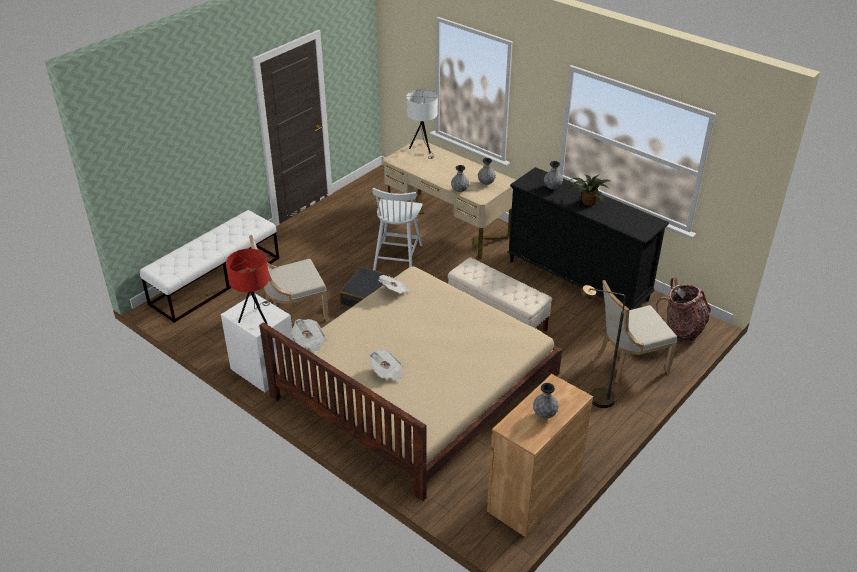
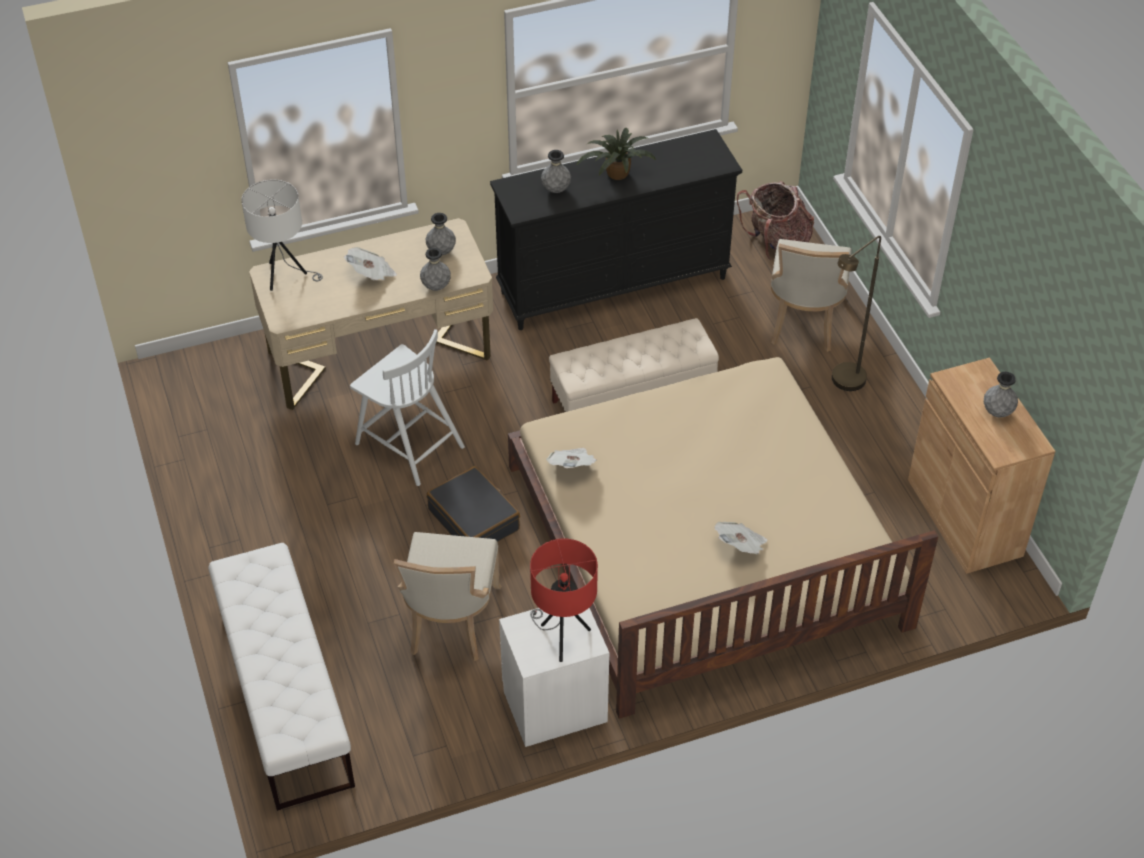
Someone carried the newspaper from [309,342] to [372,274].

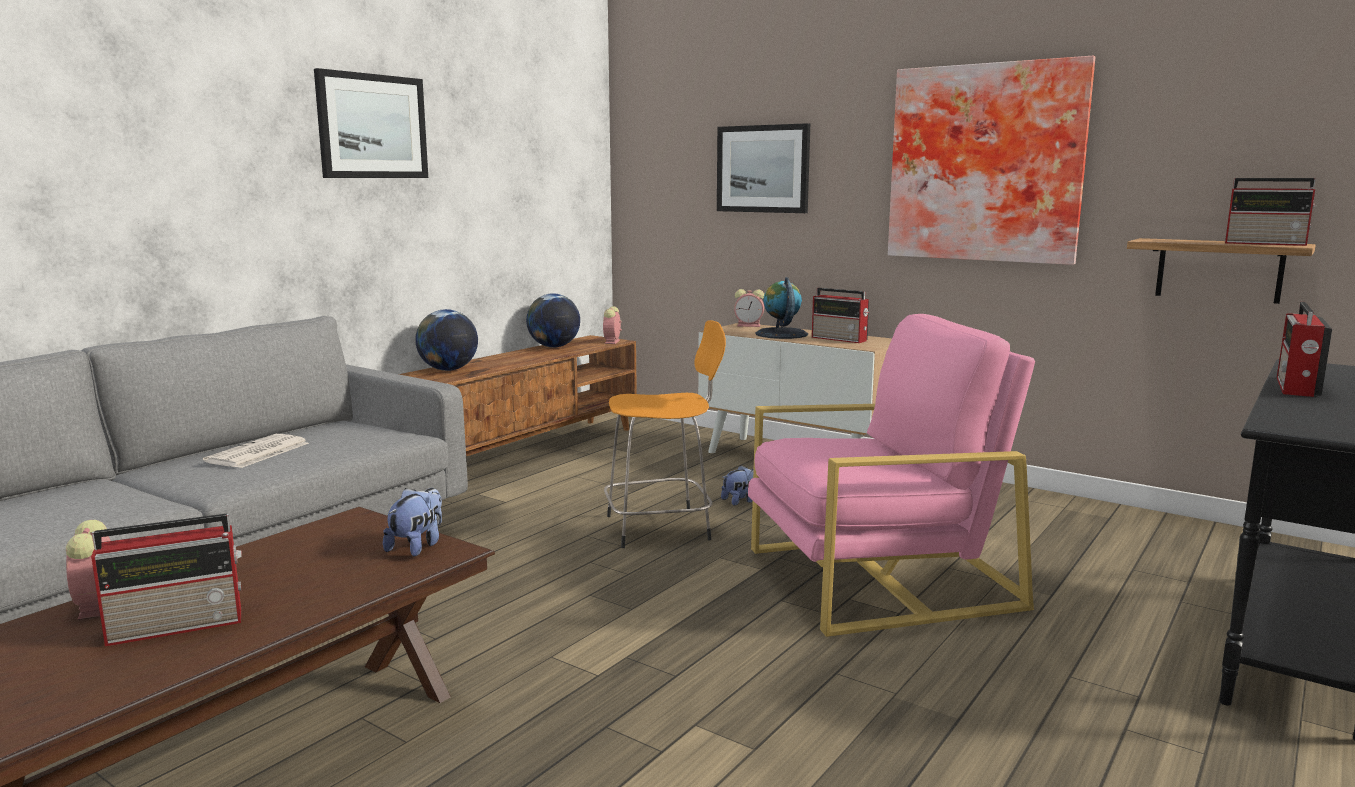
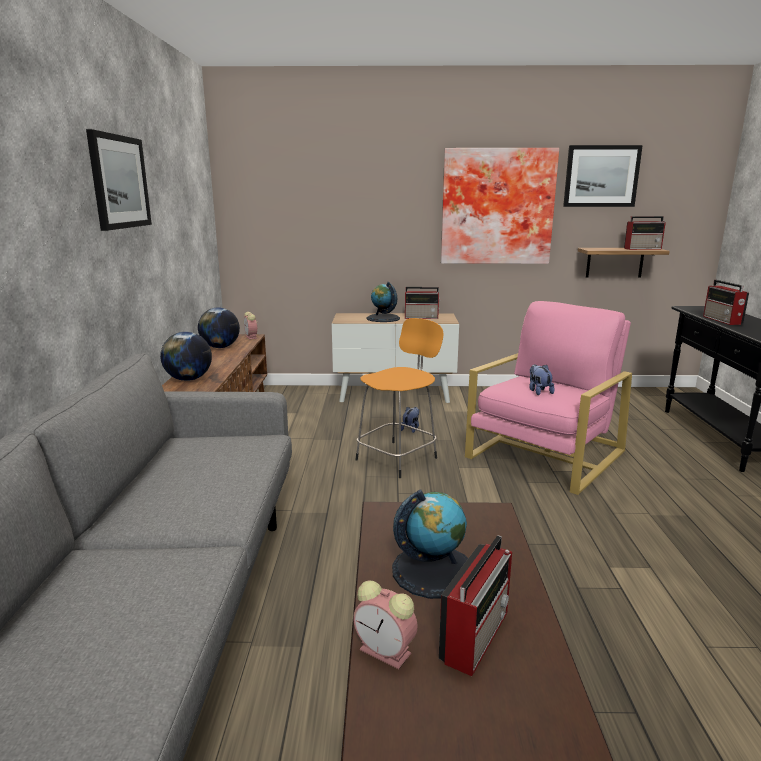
Someone took away the newspaper at [257,453].
Someone took away the bedside clock at [750,325].
Someone put down the world globe at [433,570].
Someone carried the cuddly toy from [417,546] to [539,391].
Someone carried the picture from [763,169] to [601,176].

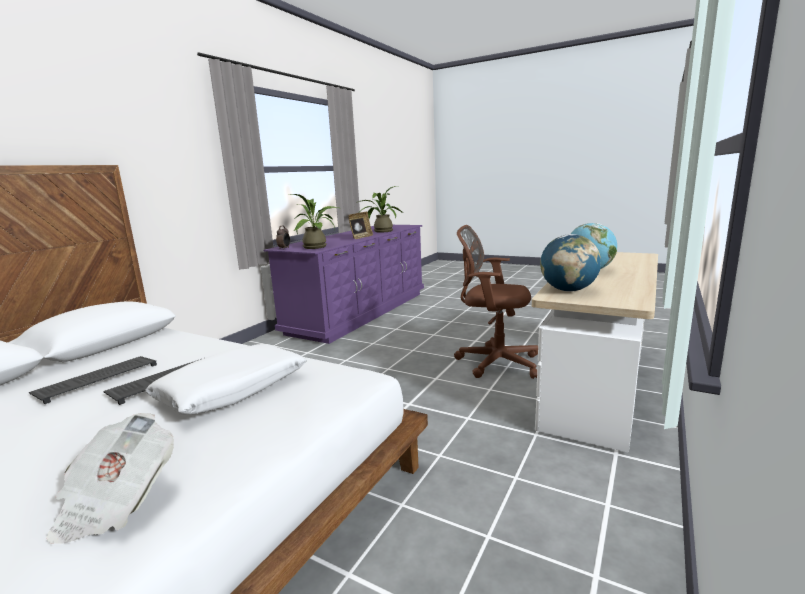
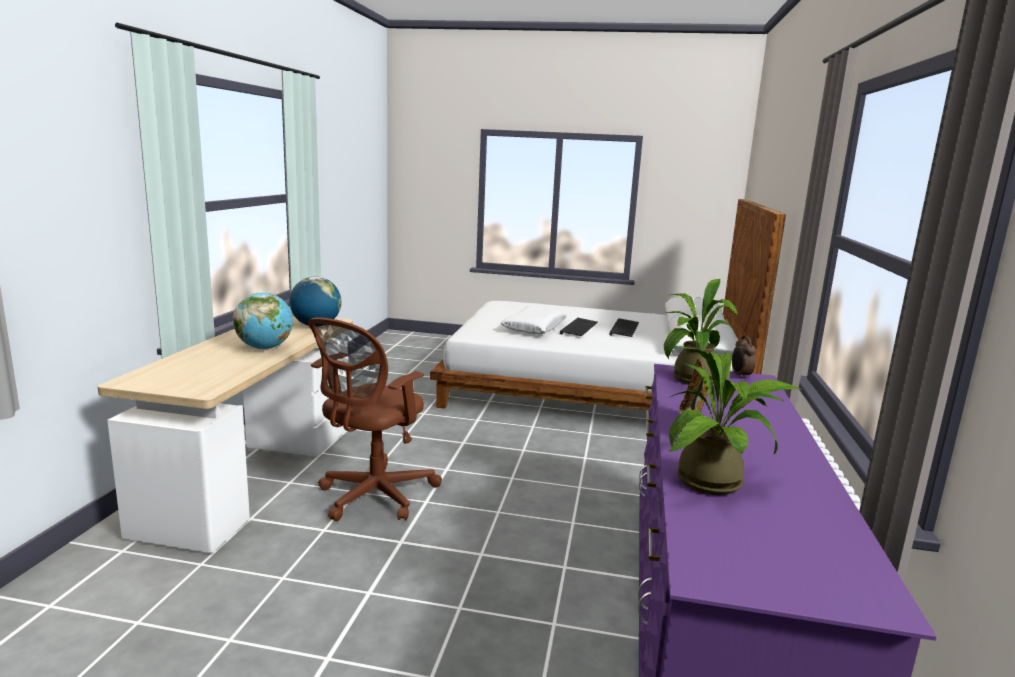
Someone took away the newspaper at [116,501].
Someone rotated the brown office chair at [494,362] by 120 degrees clockwise.

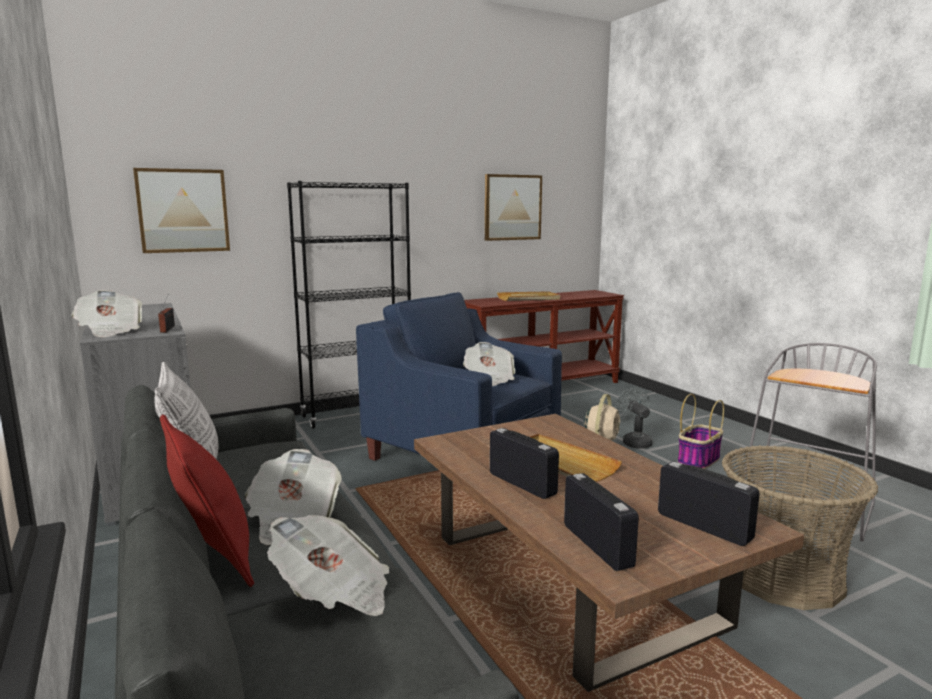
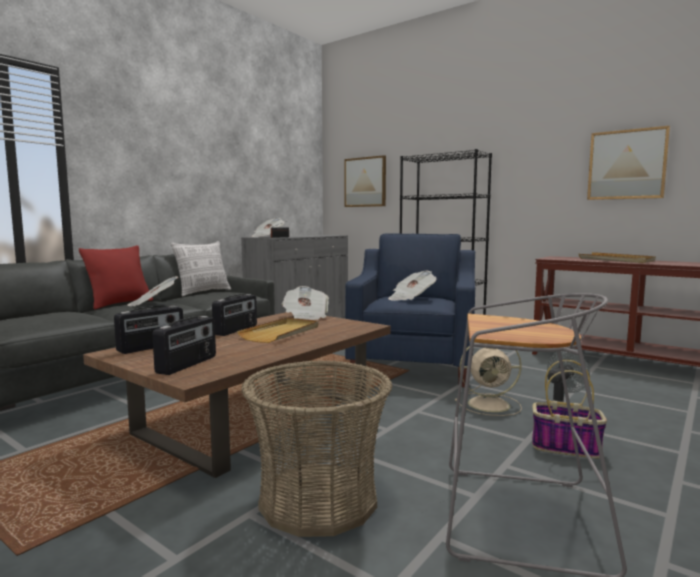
Someone carried the newspaper from [334,593] to [305,317].

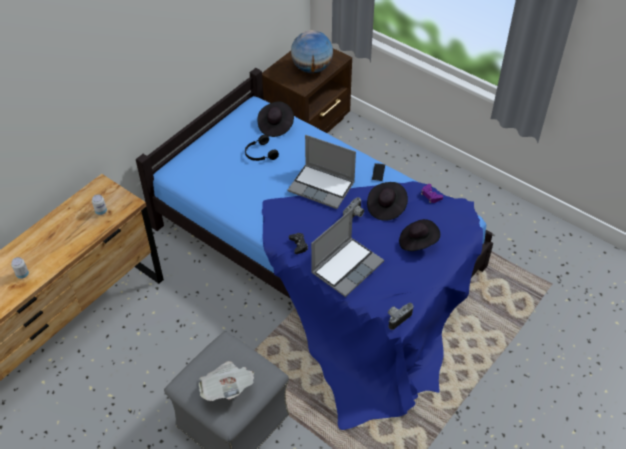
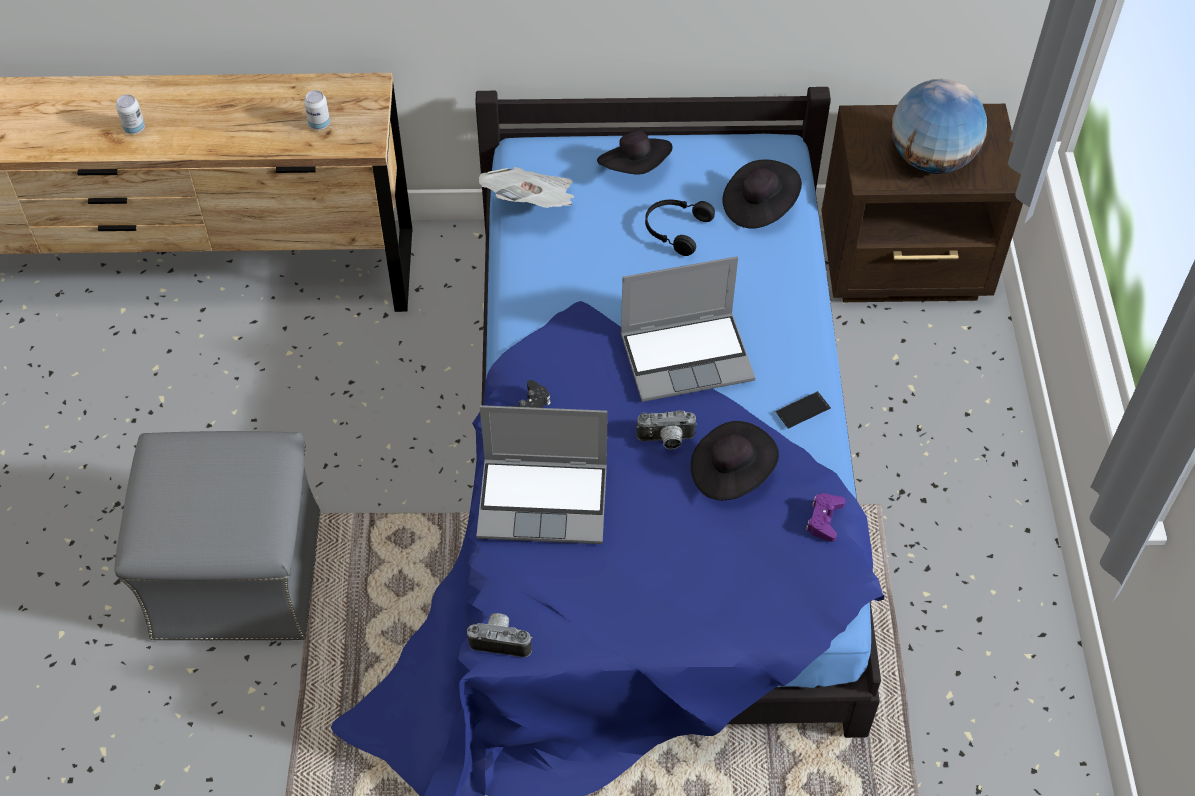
Someone carried the newspaper from [227,388] to [532,204].
Someone carried the blackish clothing hat from [417,242] to [635,168].
Someone rotated the notebook computer at [322,187] by 90 degrees counterclockwise.

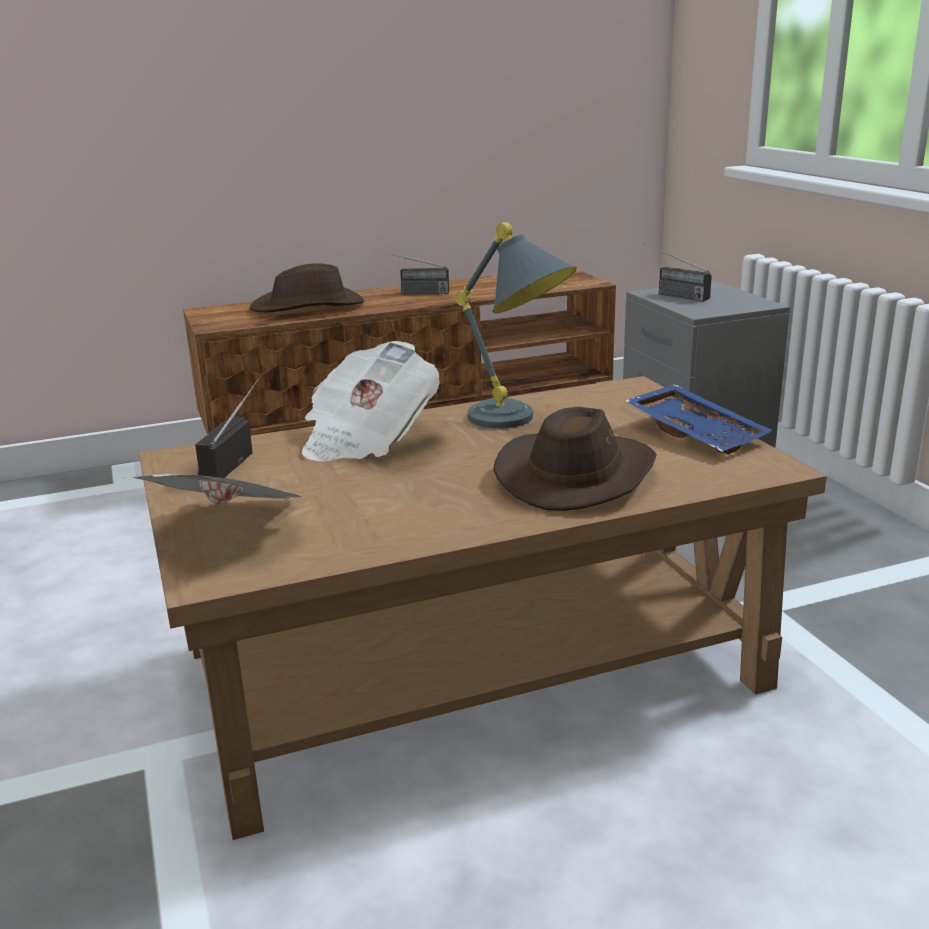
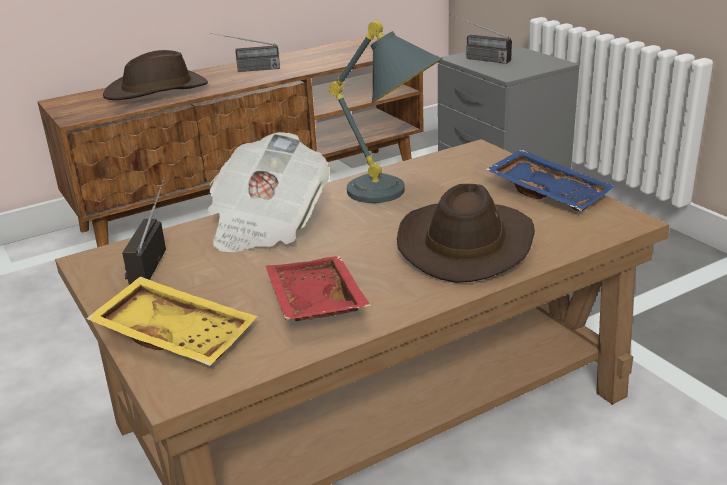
Someone put down the red-coloured tray at [313,303].
Someone swapped the newspaper at [229,530] for the yellow-coloured tray at [178,334].

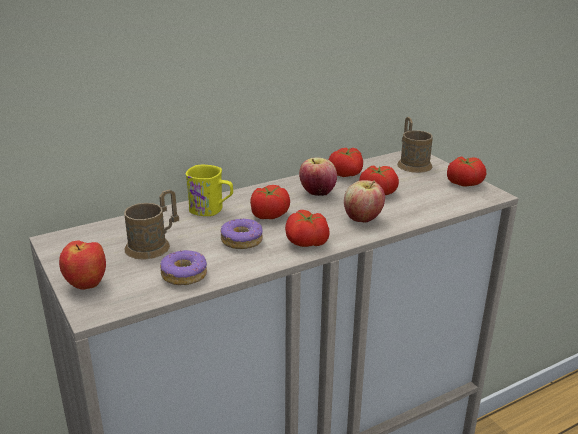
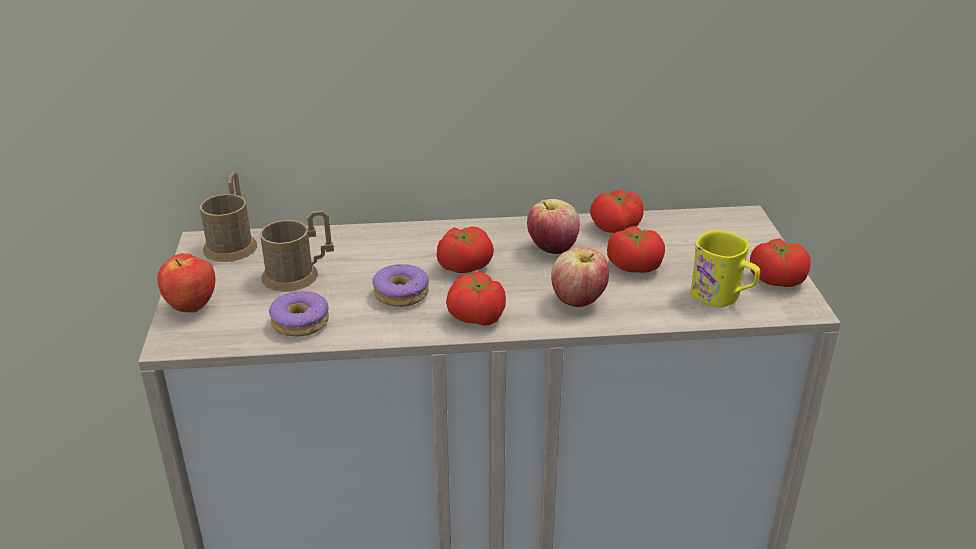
Someone carried the yellow-coloured mug from [211,210] to [722,297].
Someone carried the brown mug from [412,163] to [233,243].

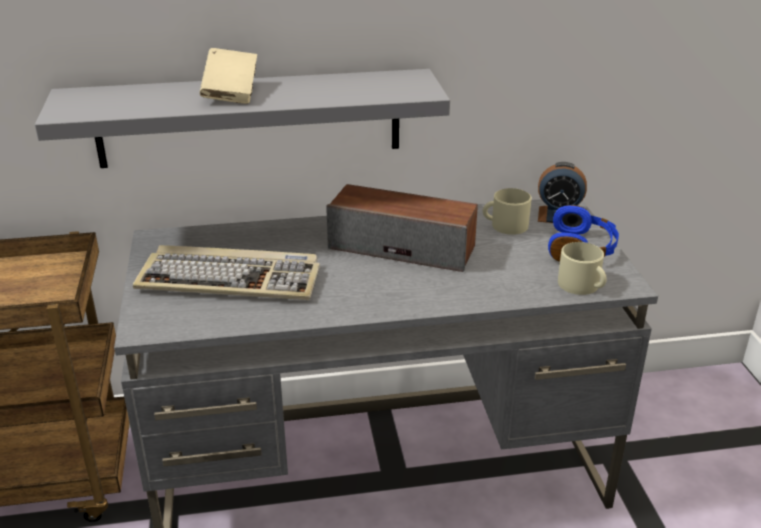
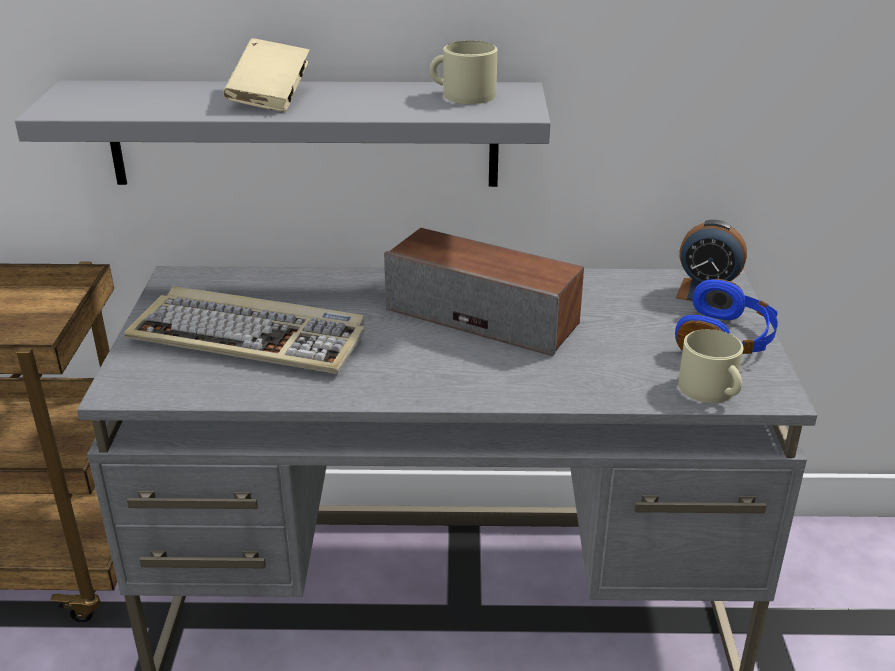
Someone carried the beige mug from [505,225] to [462,95].

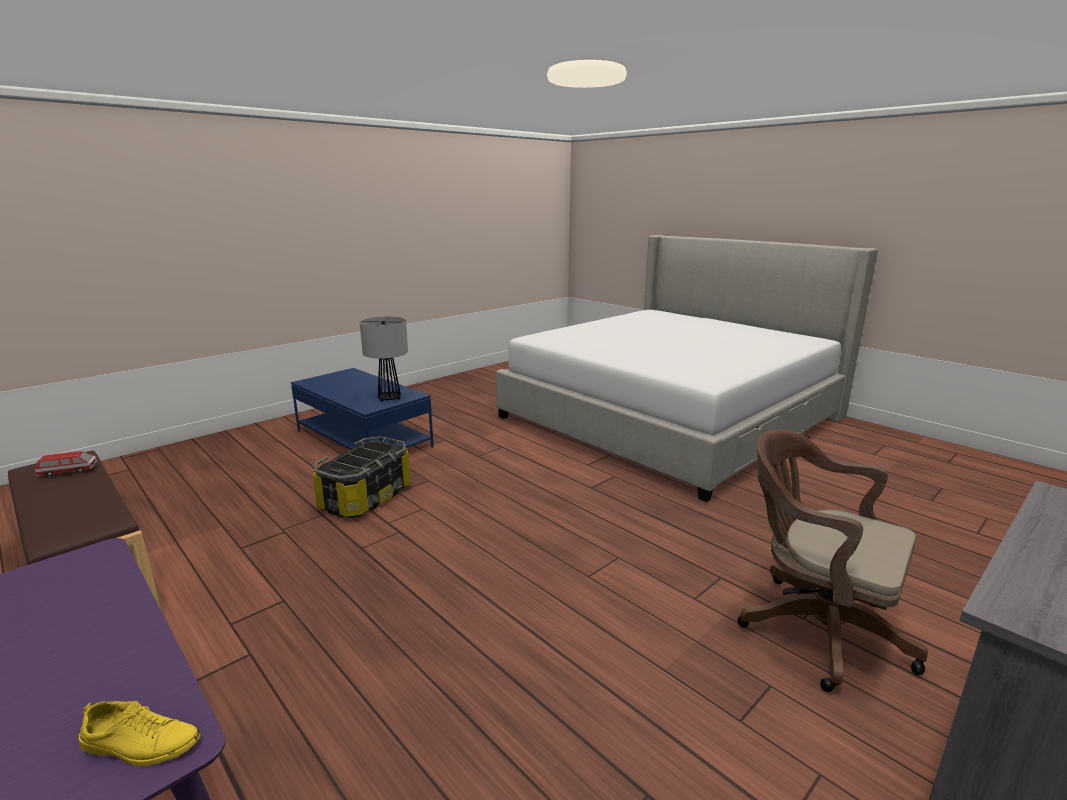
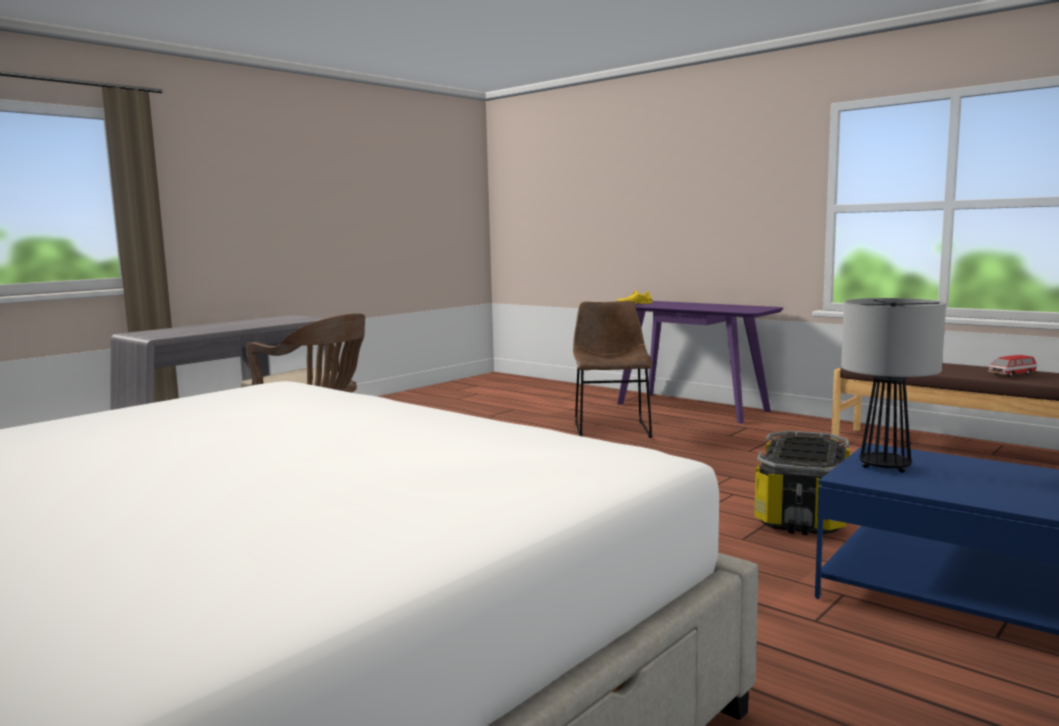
Someone put down the brown upright chair at [611,429].

